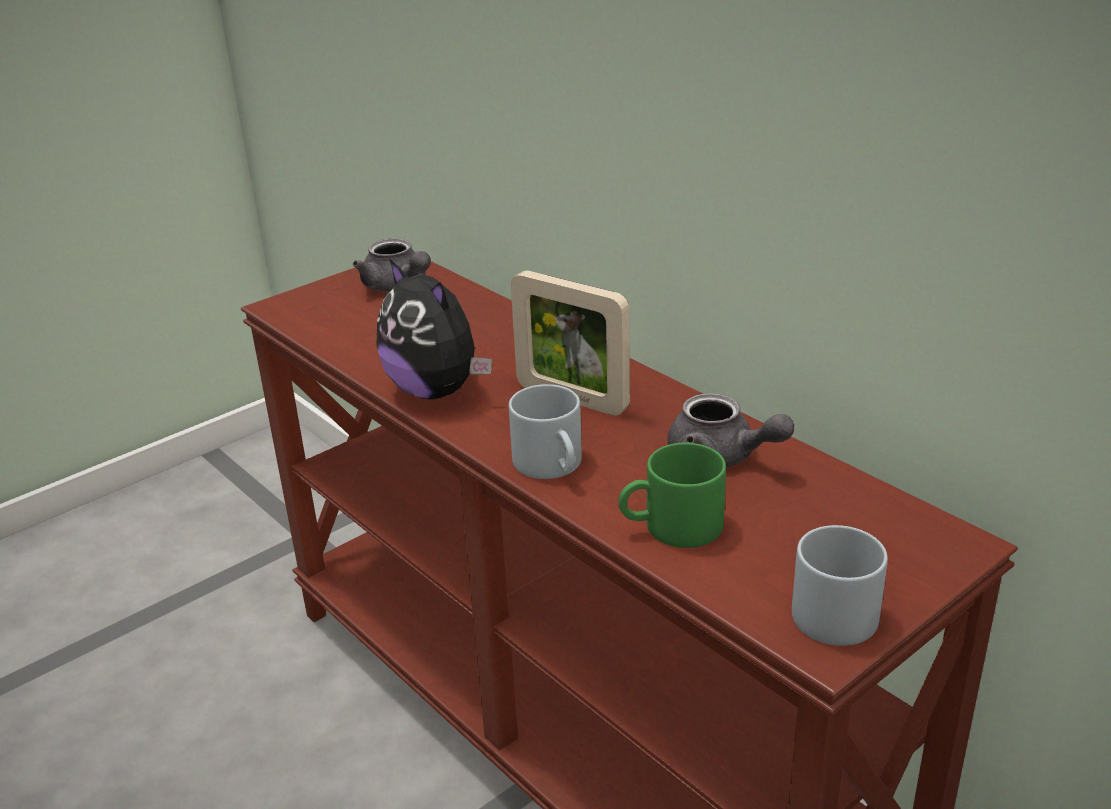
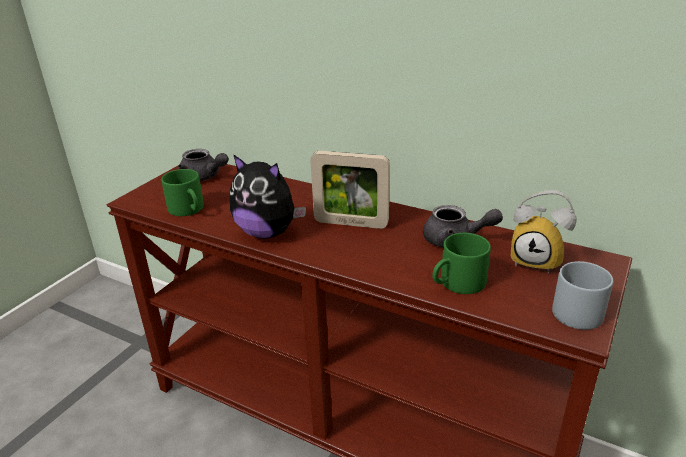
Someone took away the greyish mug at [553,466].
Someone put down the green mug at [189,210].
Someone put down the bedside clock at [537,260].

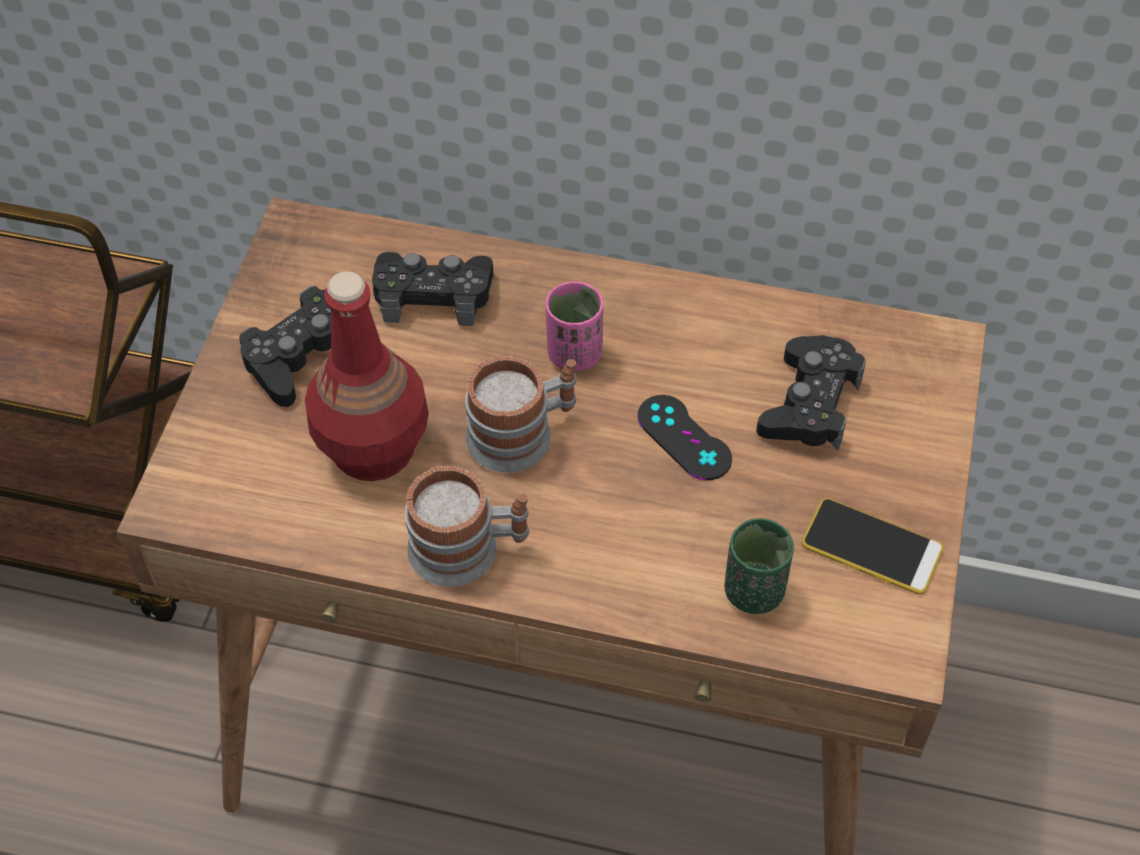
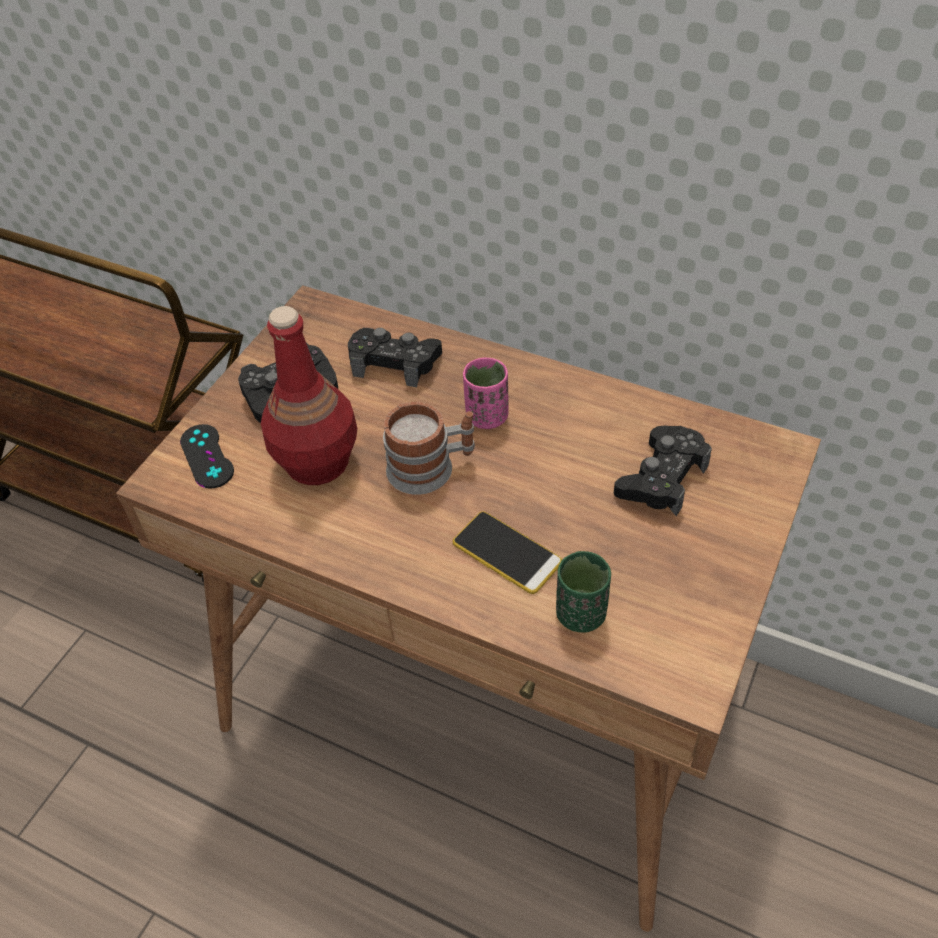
Someone took away the mug at [468,549].
Someone carried the blackish gamepad from [684,438] to [207,456].
Someone carried the telephone from [871,547] to [506,552].

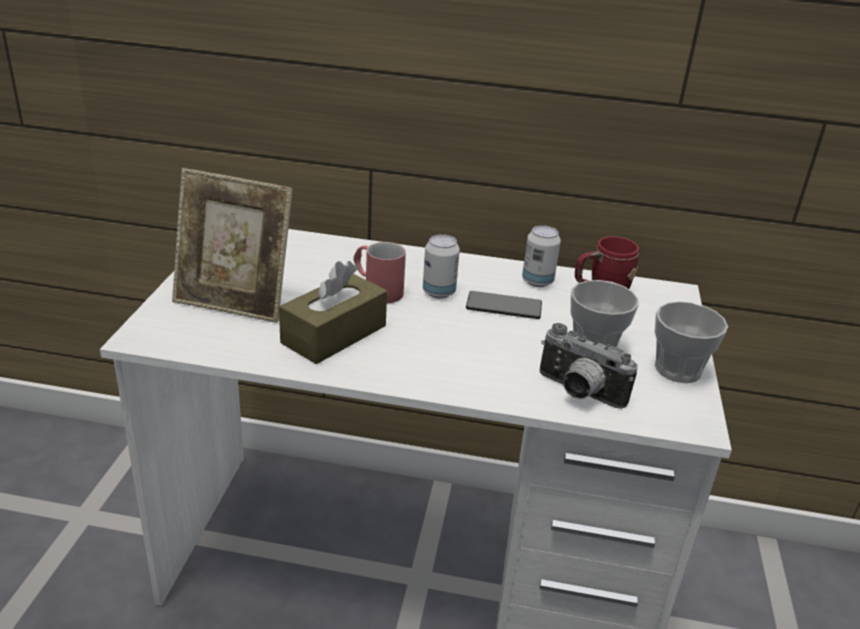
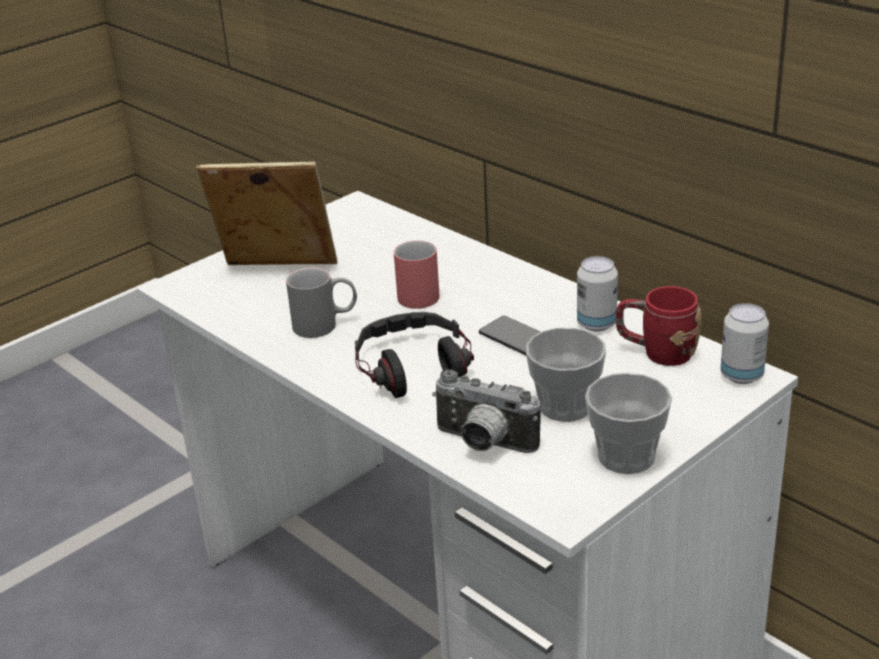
Someone put down the pair of headphones at [413,367].
Someone carried the sealed can from [439,292] to [741,375].
Someone swapped the brown box of tissues at [334,334] for the greyish mug at [326,324].
Someone rotated the picture frame at [234,302] by 135 degrees clockwise.
Someone rotated the photo camera at [577,393] by 45 degrees counterclockwise.

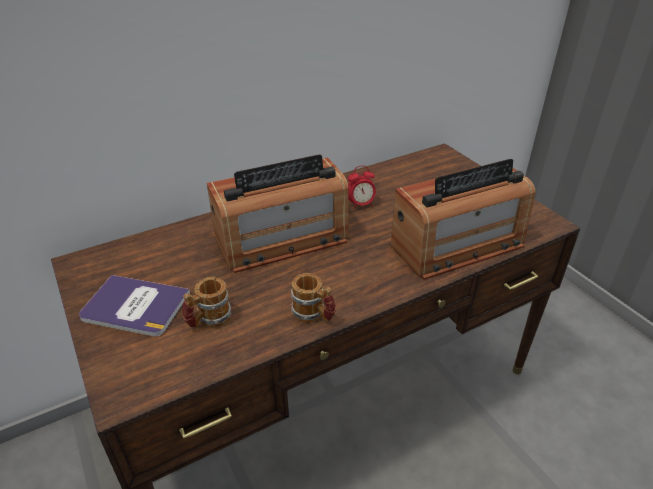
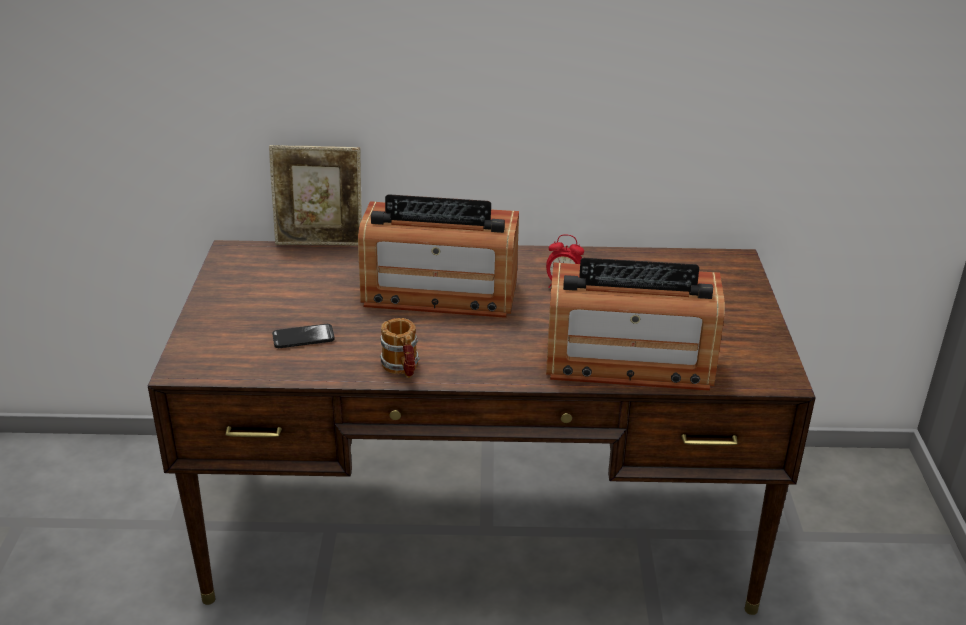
Someone took away the volume at [135,306].
Someone put down the picture frame at [320,242].
Someone swapped the mug at [208,320] for the telephone at [303,337].

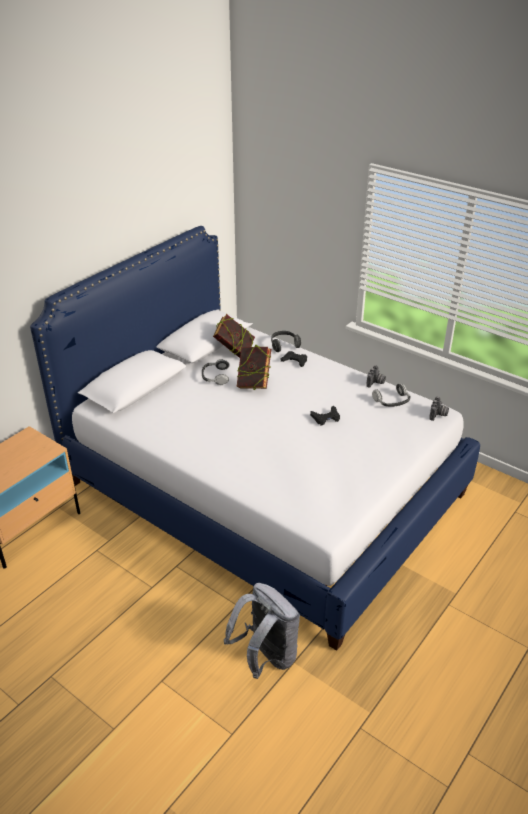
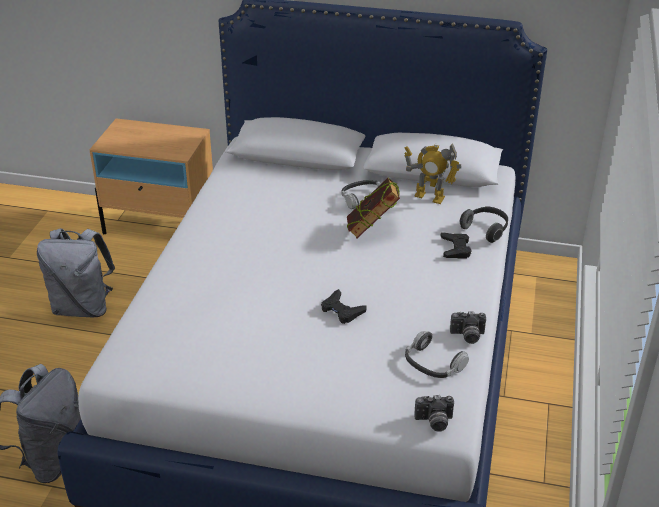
Someone put down the greyish rucksack at [83,307].
Someone swapped the volume at [234,353] for the robot figure at [429,197].

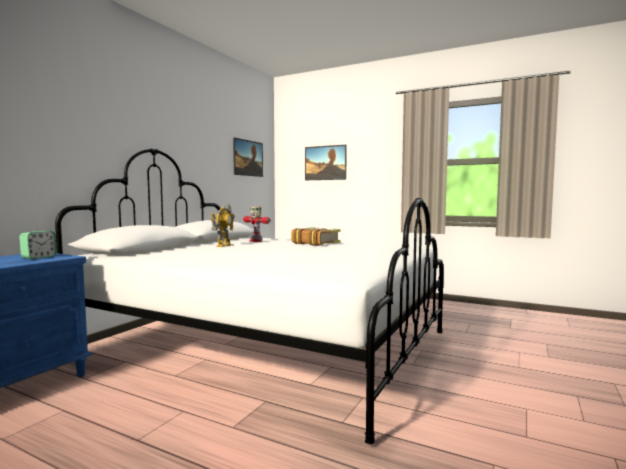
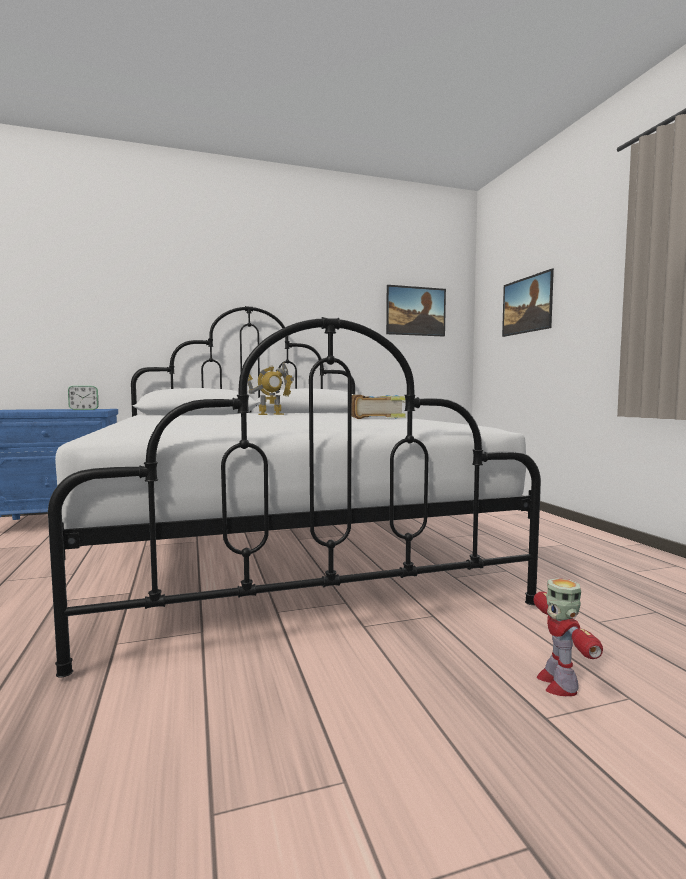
Someone carried the robot figure from [255,241] to [558,683].

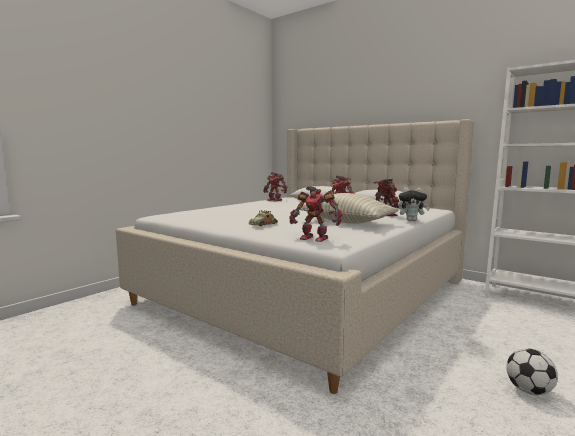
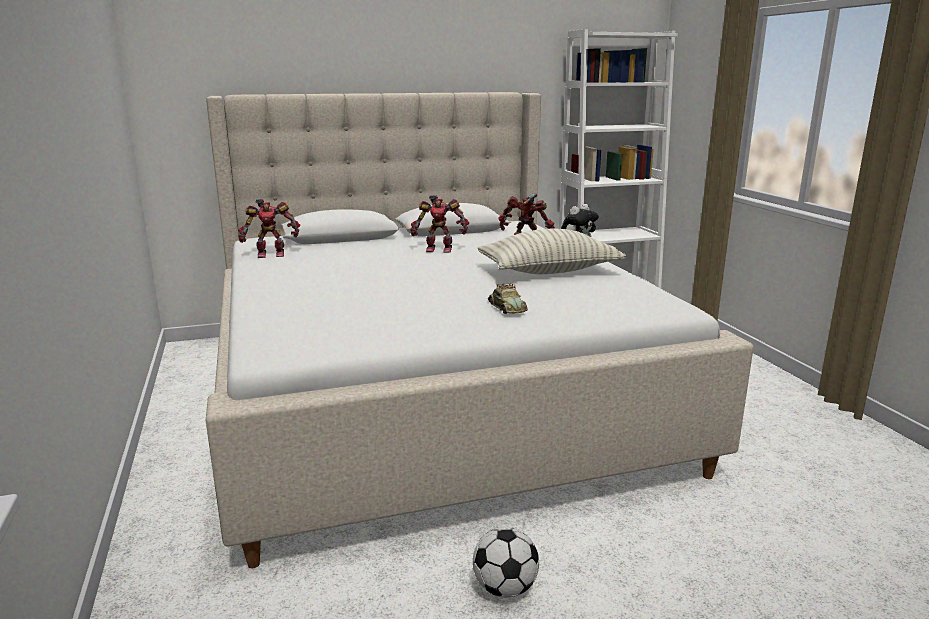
Someone took away the robot figure at [314,238].
Someone carried the football ball from [529,391] to [505,588].

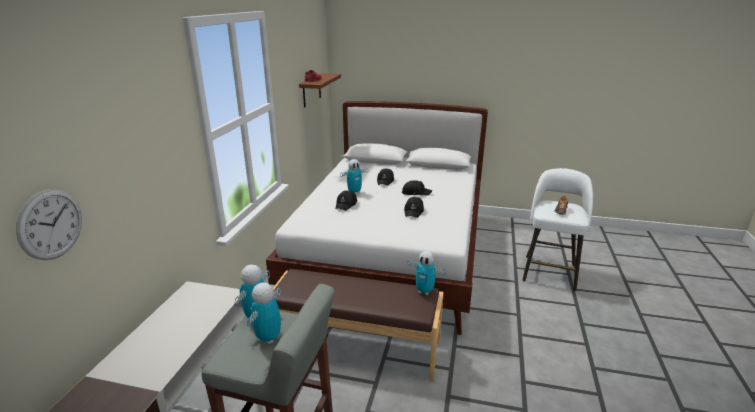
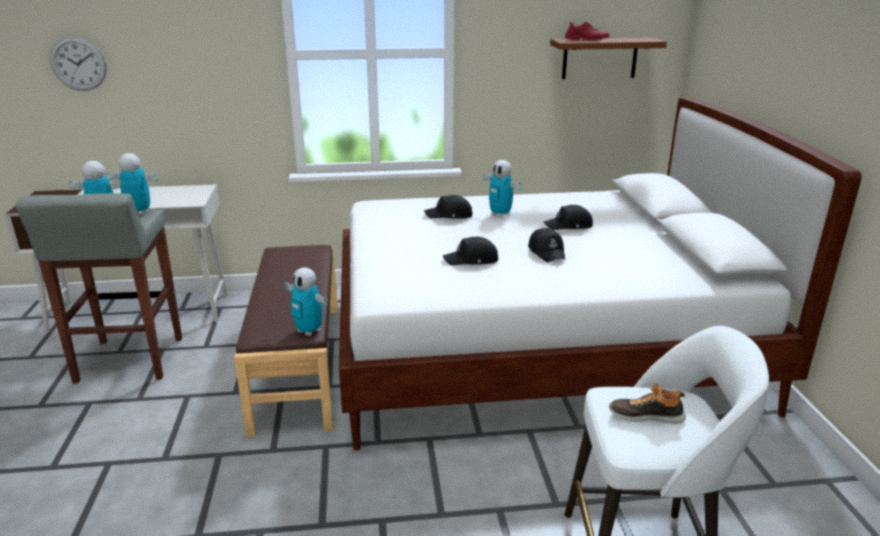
Someone rotated the robot figure at [424,291] by 60 degrees counterclockwise.

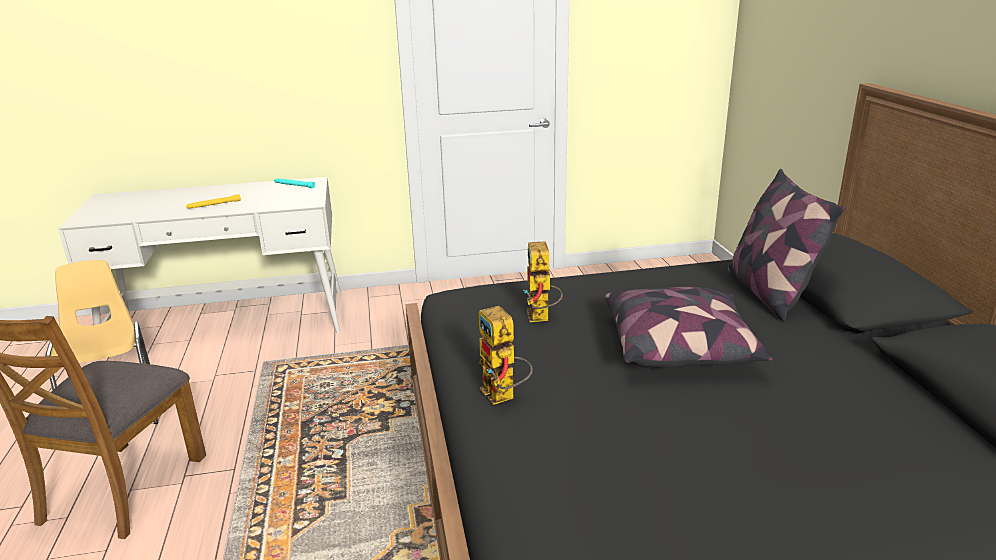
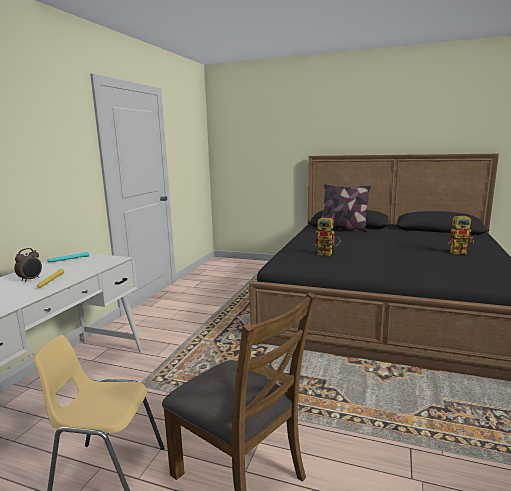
Someone took away the cushion at [680,348].
Someone put down the bedside clock at [31,279].
Someone carried the robot figure from [504,397] to [461,252].

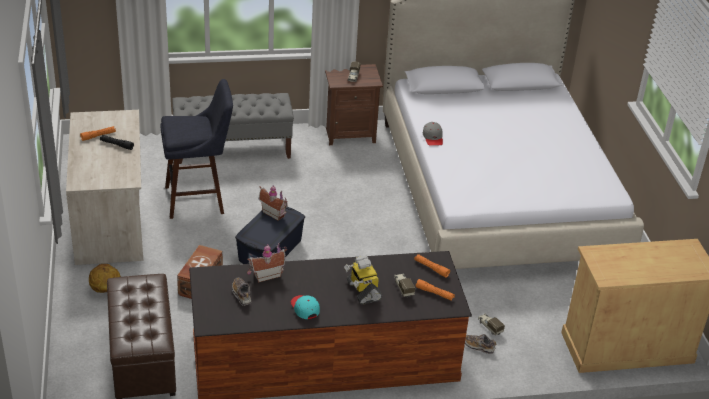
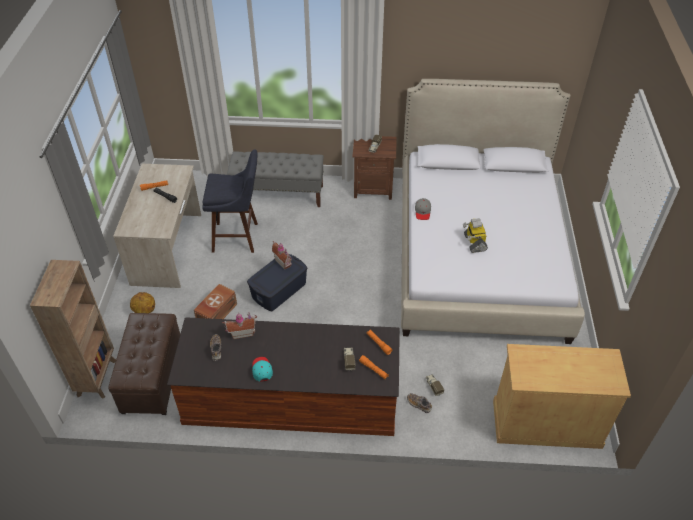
Someone put down the brown shelving unit at [97,377].
Someone carried the robot figure from [362,291] to [474,242].

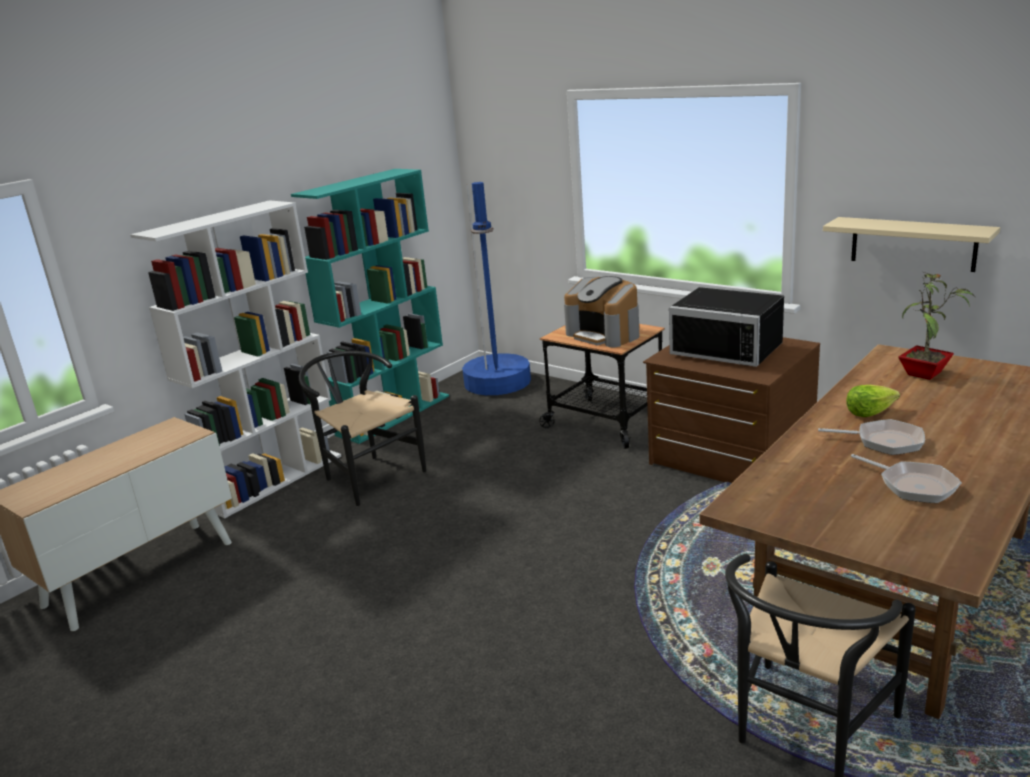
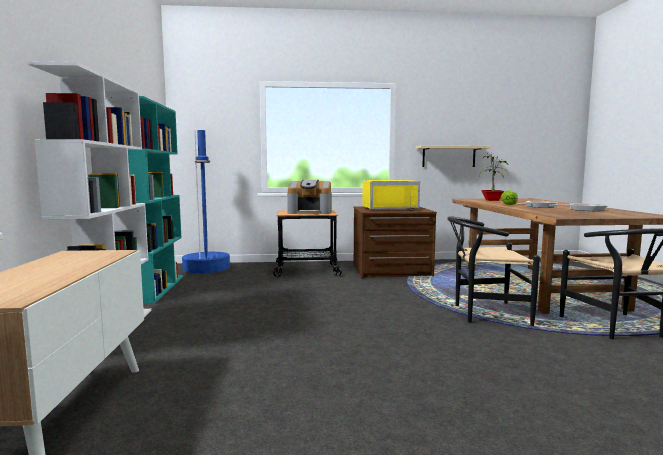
Someone carried the blackish upright chair from [367,475] to [484,314].
Someone repainted the blackish microwave at [730,349], which became the yellow-coloured microwave at [389,208].

